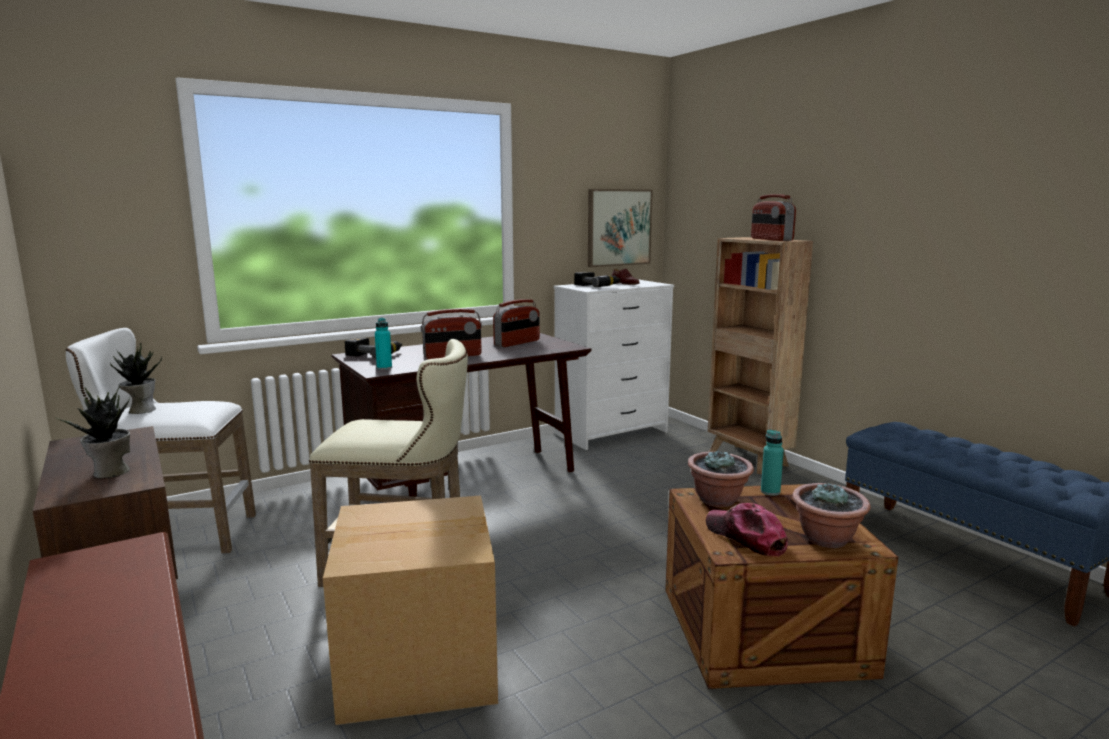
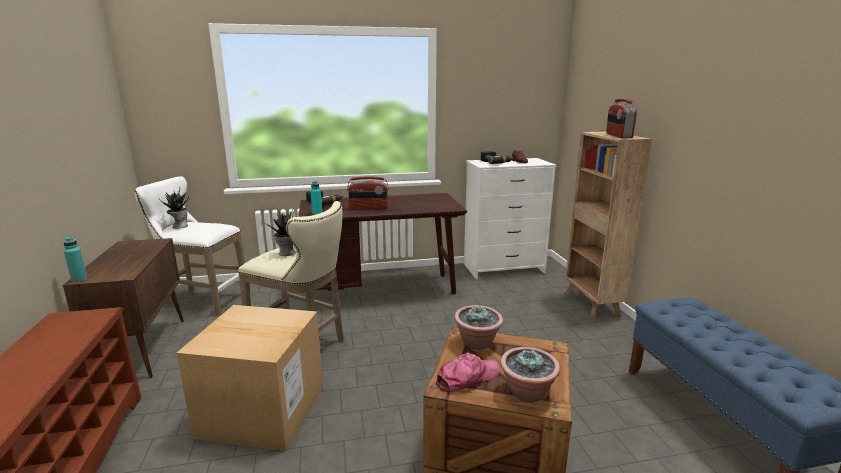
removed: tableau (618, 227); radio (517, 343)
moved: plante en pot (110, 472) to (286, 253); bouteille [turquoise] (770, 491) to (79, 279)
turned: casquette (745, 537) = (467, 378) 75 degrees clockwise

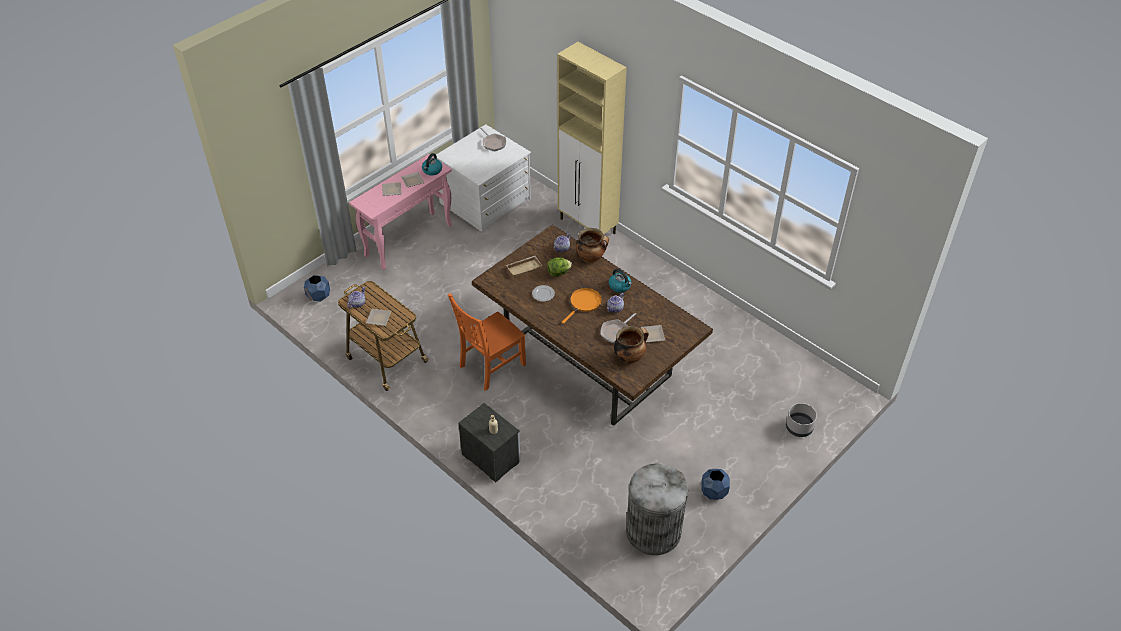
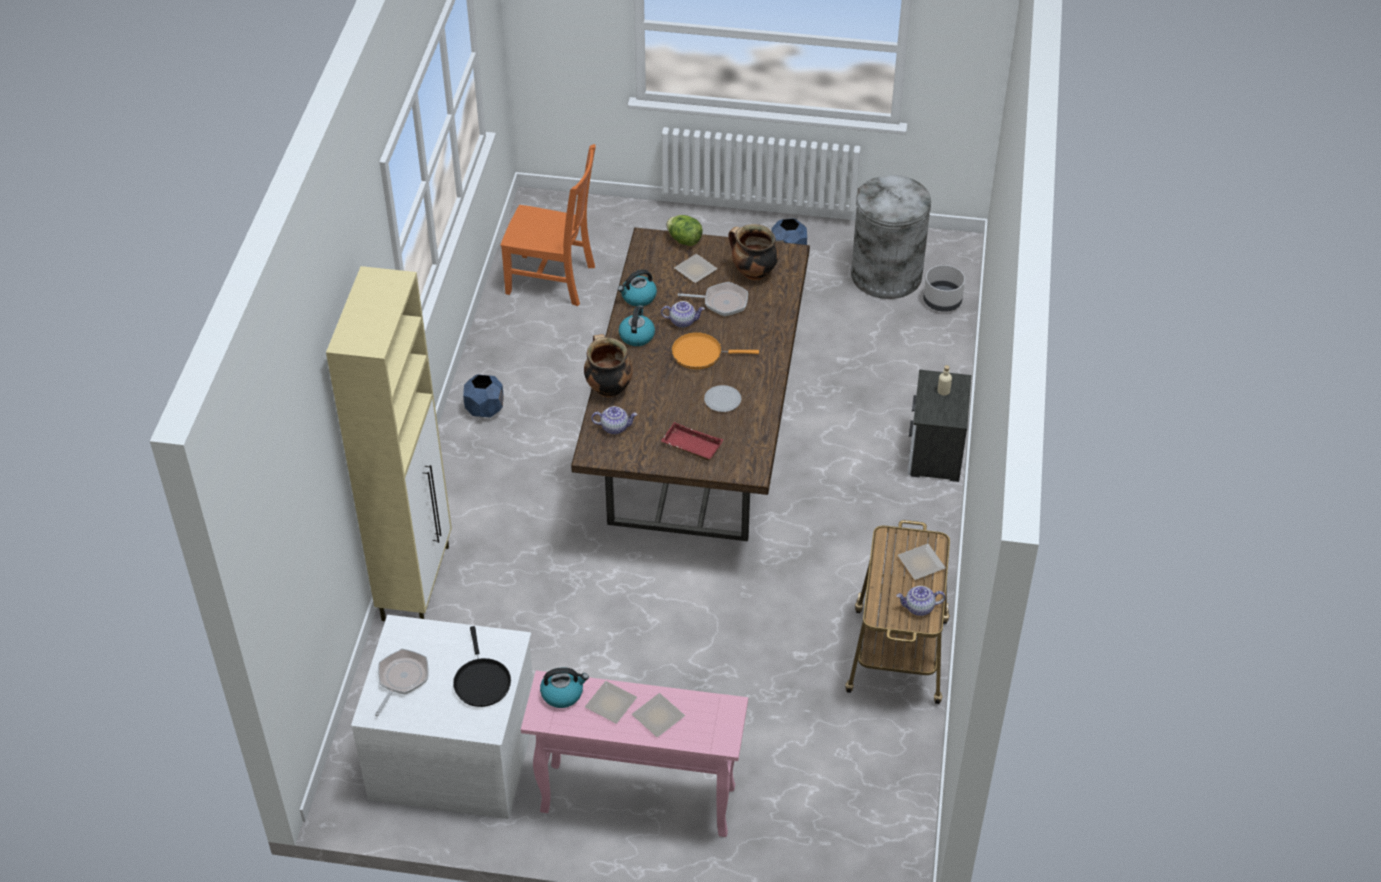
added: bouilloire (638, 297); poêle [noir] (481, 681)
moved: laitue (558, 273) to (684, 240); cache-pot [bleu] (319, 297) to (485, 409); chaise [orange] (490, 366) to (554, 280); cache-pot [gris] (799, 427) to (942, 301)
recoloured: plateau [beige] (524, 267) to plateau [rouge] (690, 446)

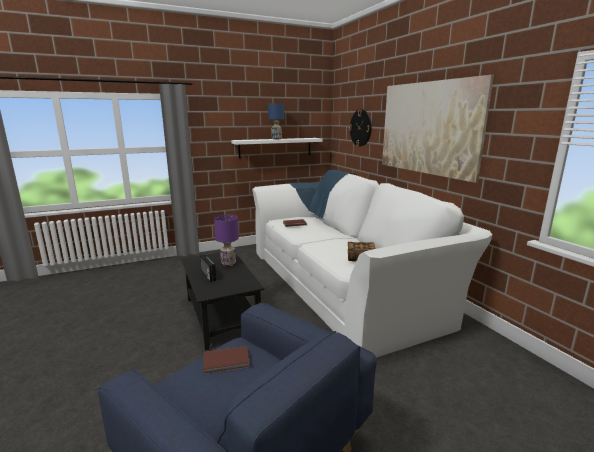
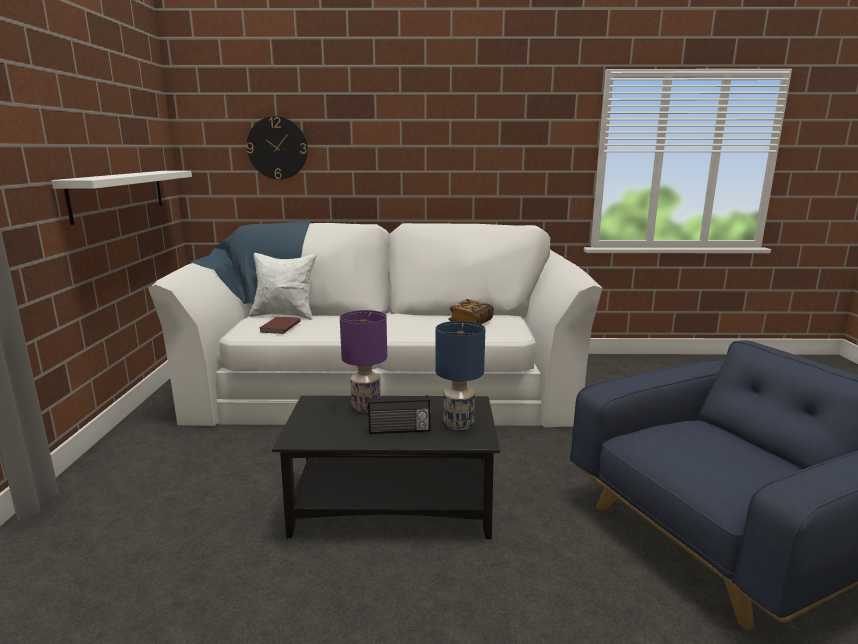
removed: tableau (428, 128); livre [marron] (227, 361)
added: coussin [blanc] (285, 315)
moved: lampe de table [bleu] (276, 139) to (458, 424)

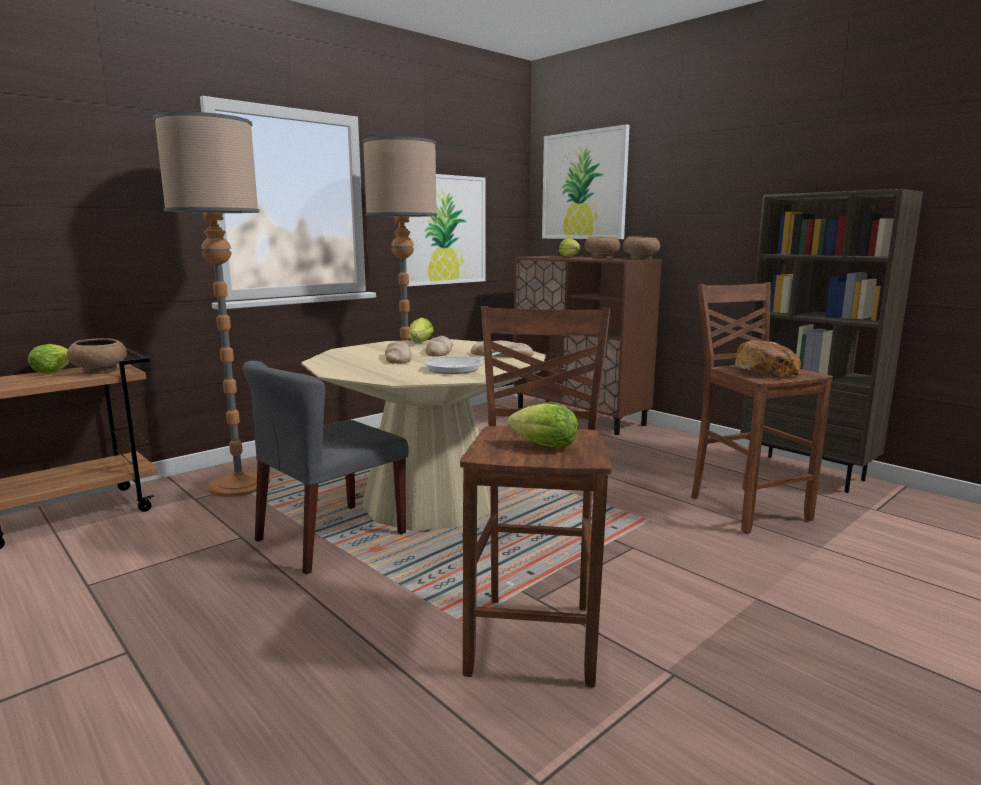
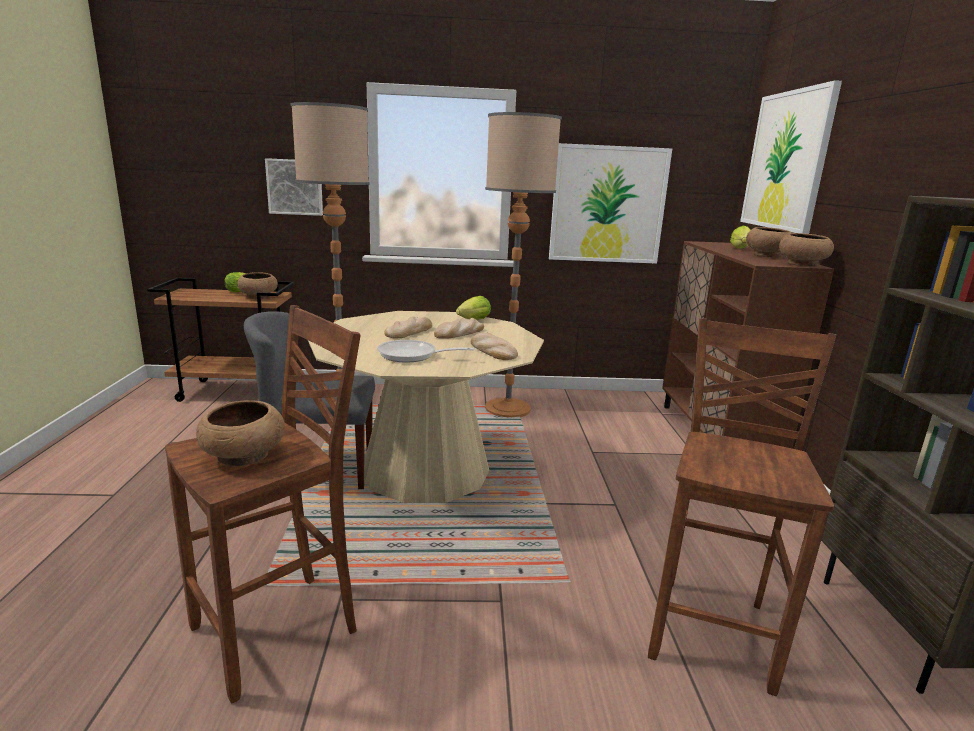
removed: pain (768, 372)
added: tableau (295, 187)
replaced: laitue (541, 445) to bol [marron] (243, 456)

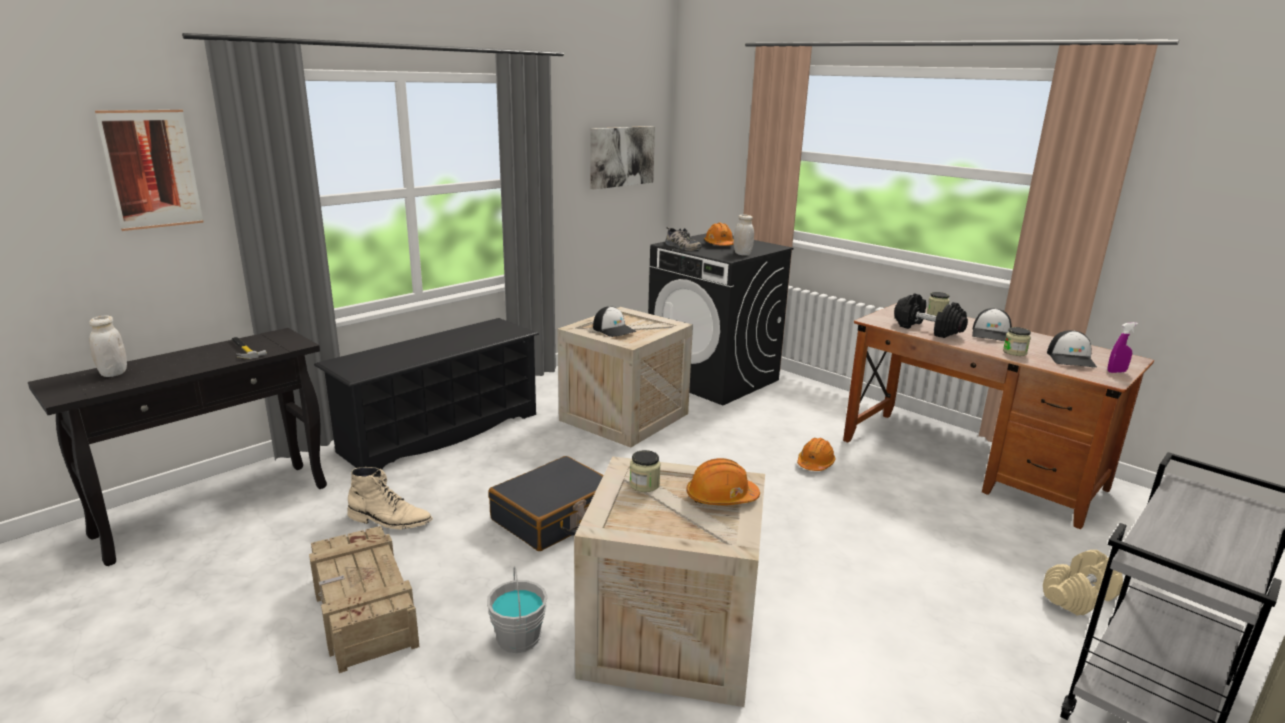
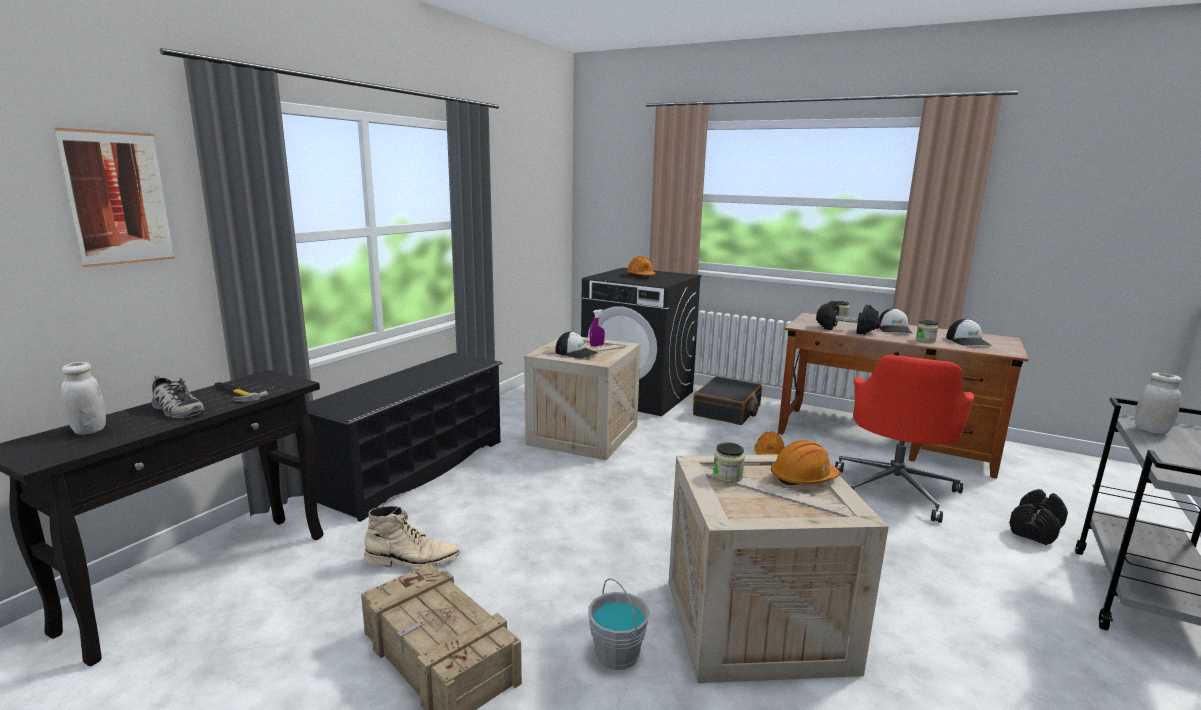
removed: tableau (621, 156)
added: chaise de bureau [rouge] (895, 489)
moved: bocal [blanc] (742, 254) to (1151, 430); chaussure (681, 247) to (175, 409); vaporisateur [violet] (1116, 372) to (597, 345); valise [noir] (554, 517) to (727, 411)
recoloured: haltère [beige] (1079, 597) to haltère [noir] (1035, 530)

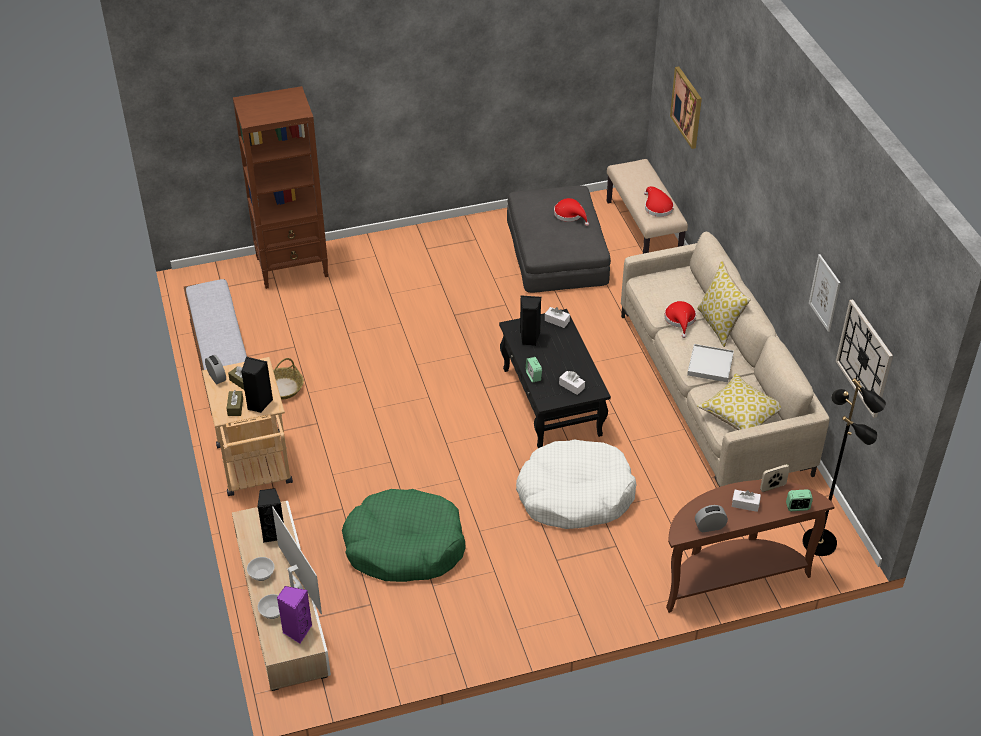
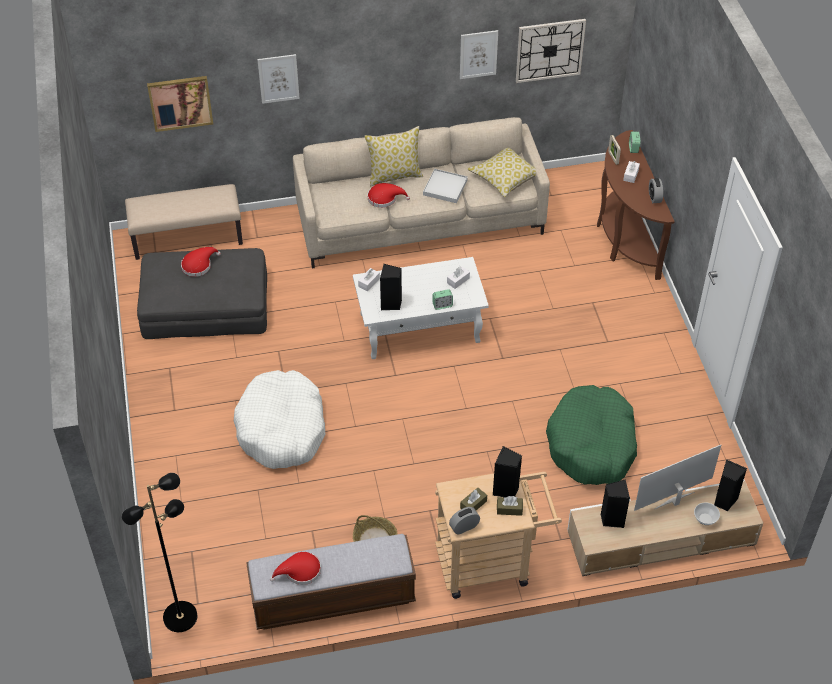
removed: bibliothèque [marron] (293, 267); bol (262, 575)
added: tableau (278, 78)
moved: chapeau [rouge] (657, 207) to (300, 571); lampadaire [noir] (820, 542) to (180, 616); panier pour chien [blanc] (574, 495) to (282, 429)
recoloured: table basse [noir] (552, 402) to table basse [blanc] (420, 328); enceinte [violet] (296, 630) to enceinte [noir] (724, 501)

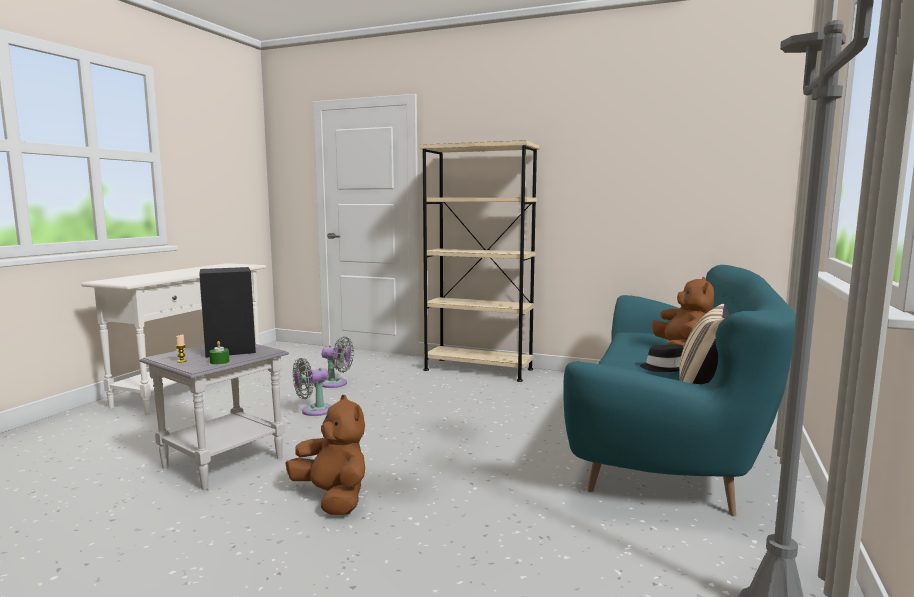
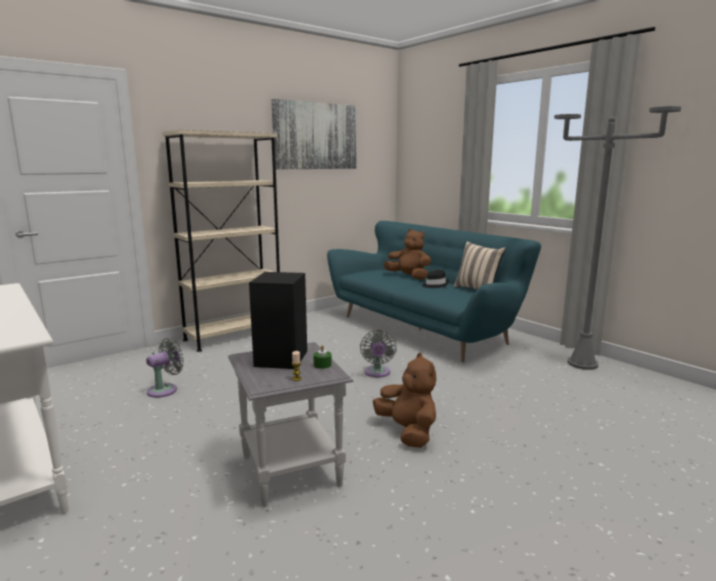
added: tableau (316, 136)
moved: ventilateur [gris] (313, 411) to (377, 373)
turned: peluche [marron] (333, 498) = (408, 432) 75 degrees clockwise

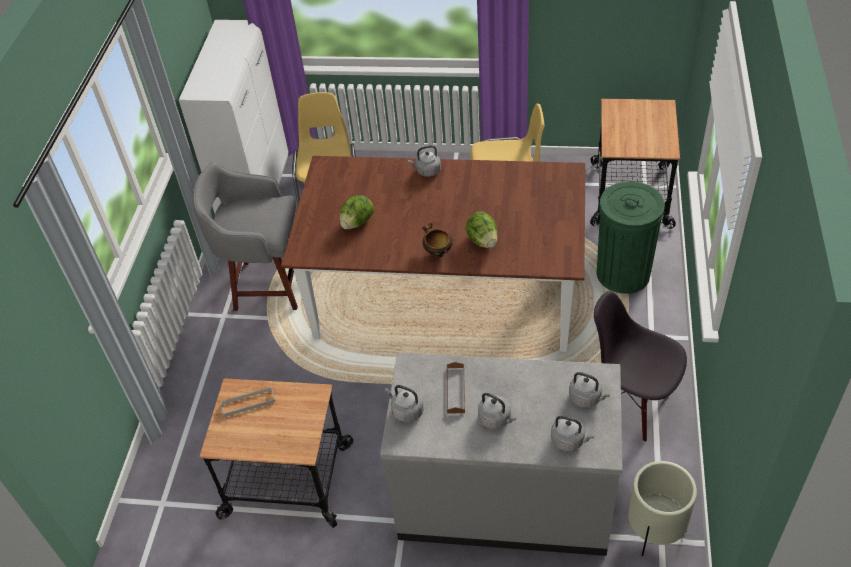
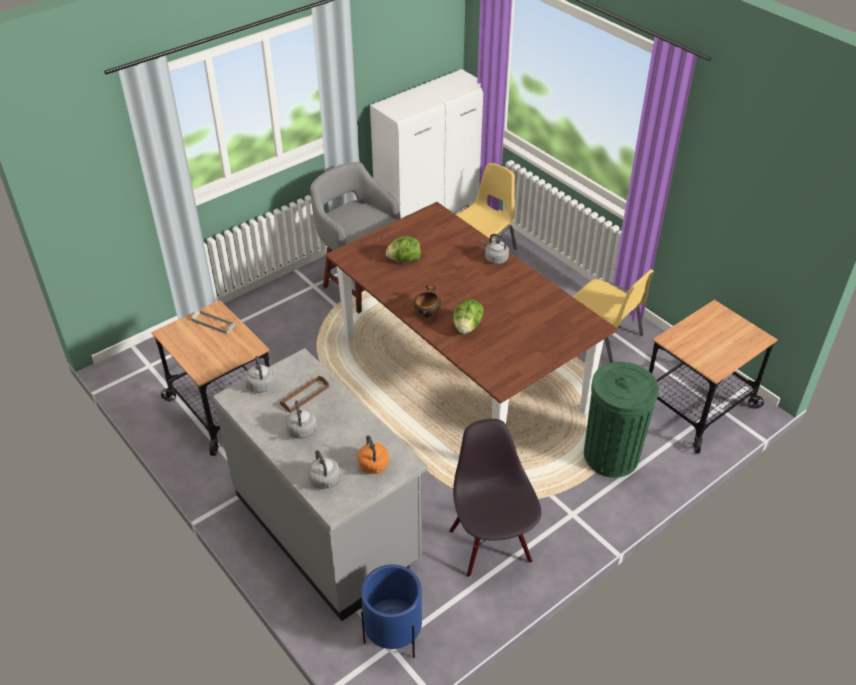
recoloured: bouilloire [gris] (586, 398) to bouilloire [orange] (374, 466); cache-pot [beige] (655, 531) to cache-pot [bleu] (393, 637)

